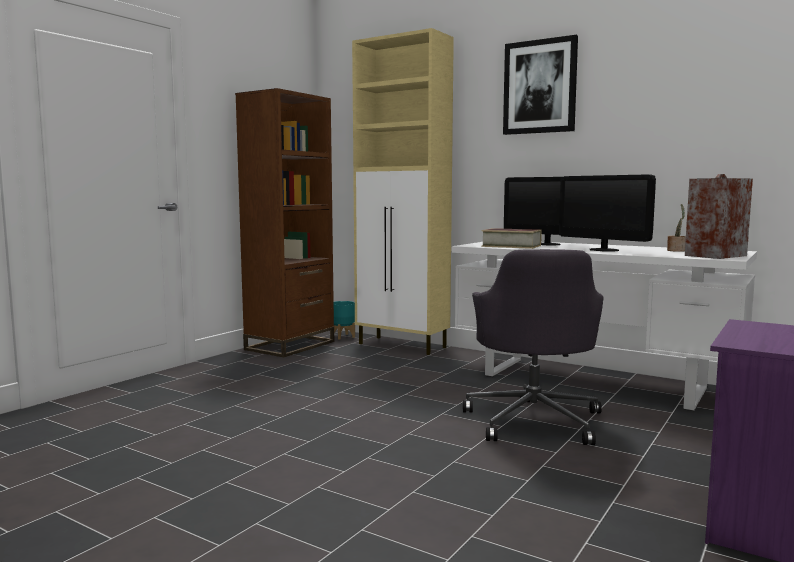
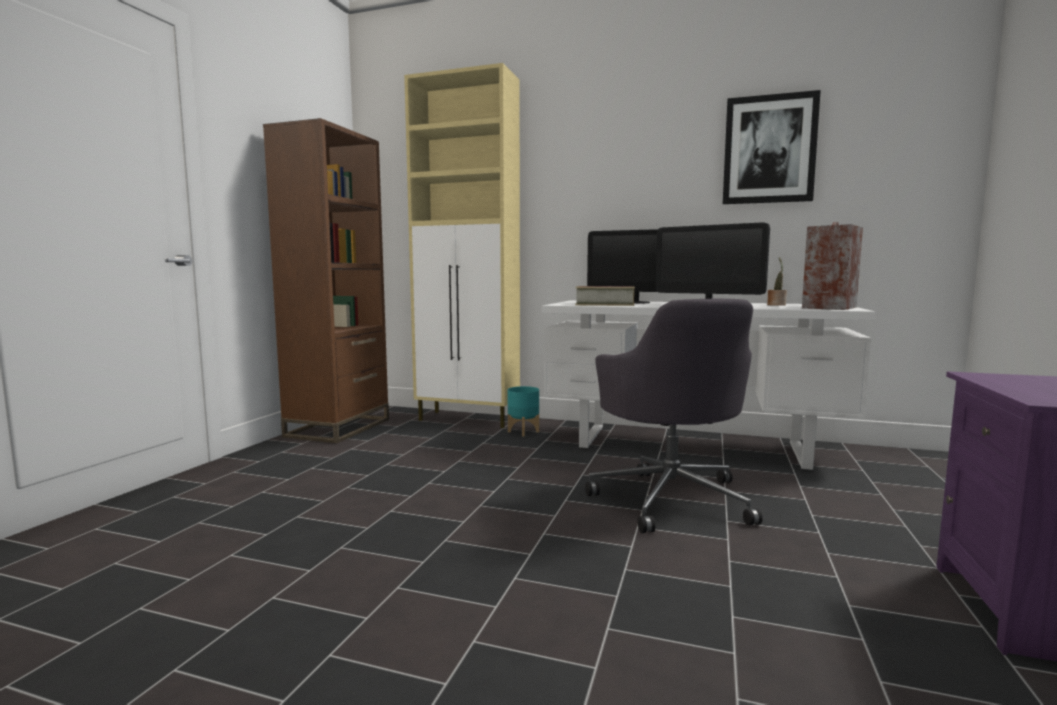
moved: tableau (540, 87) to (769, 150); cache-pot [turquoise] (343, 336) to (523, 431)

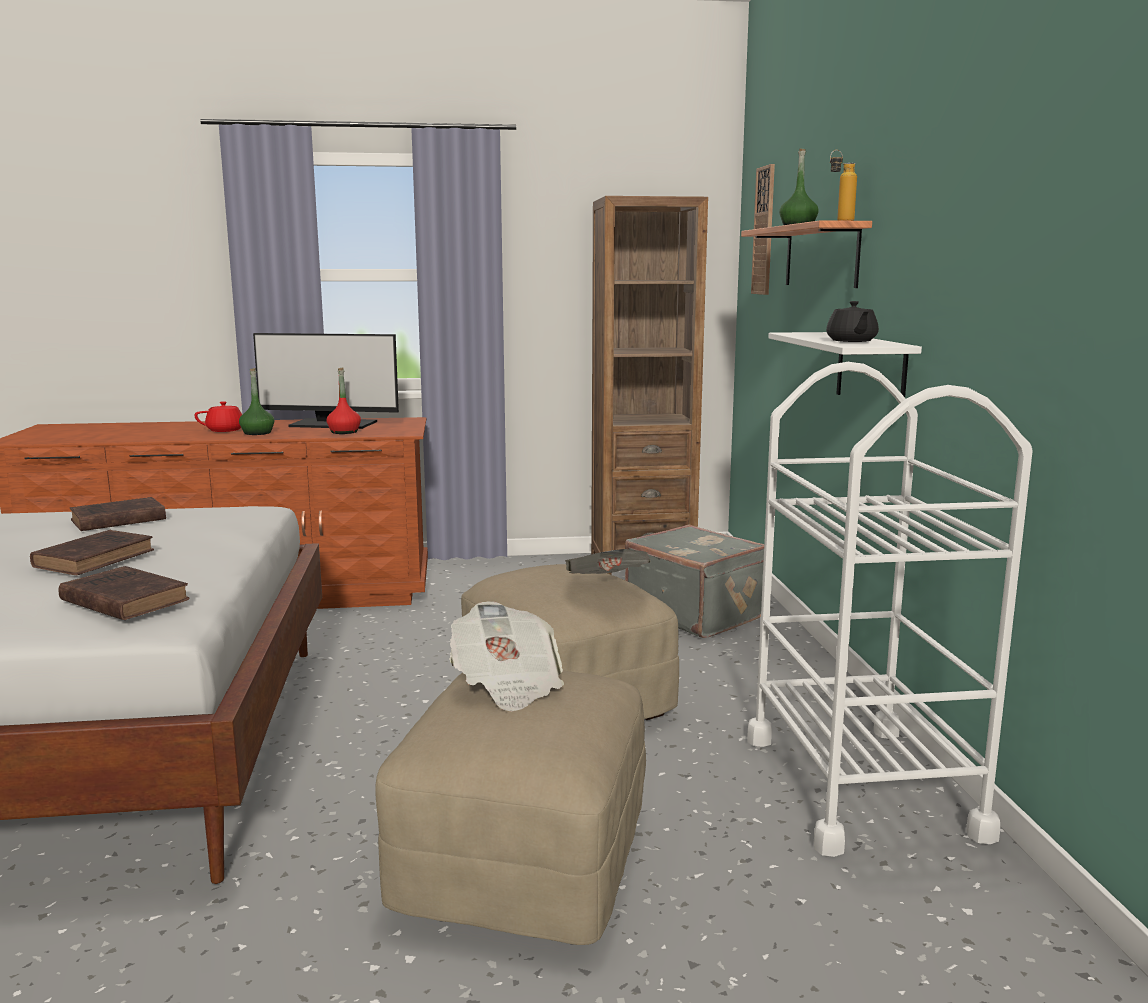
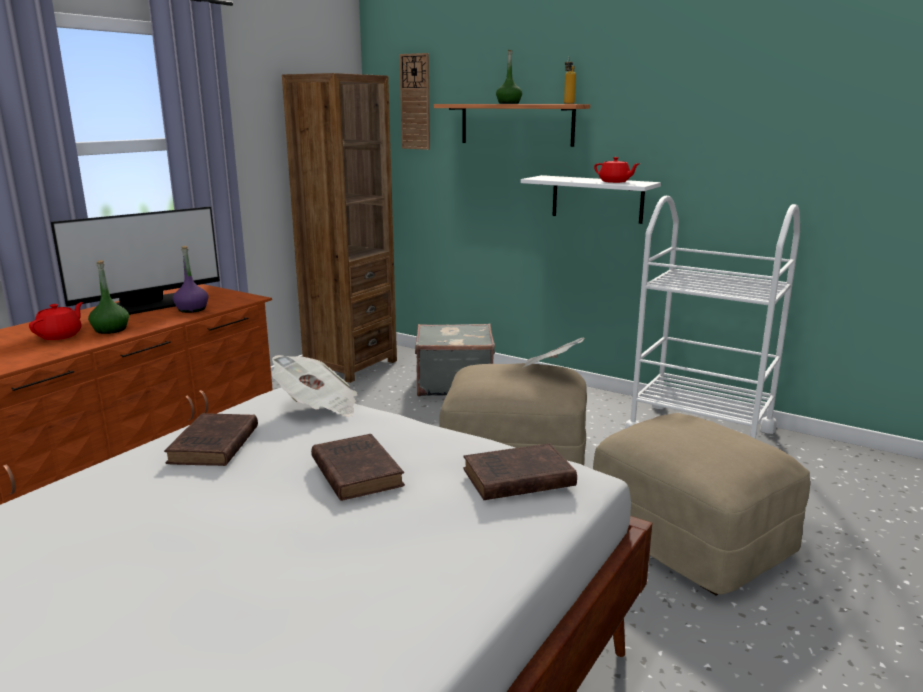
moved: journal (507, 685) to (318, 406)
recoloured: théière [noir] (851, 341) to théière [rouge] (615, 182); bouteille [rouge] (344, 432) to bouteille [violet] (192, 309)

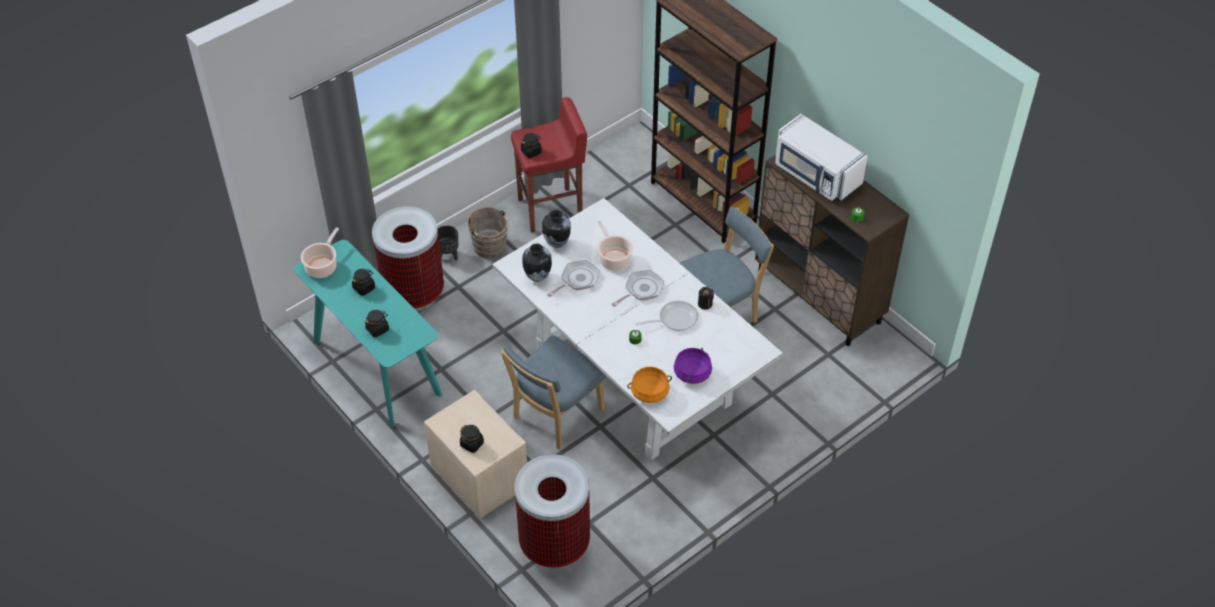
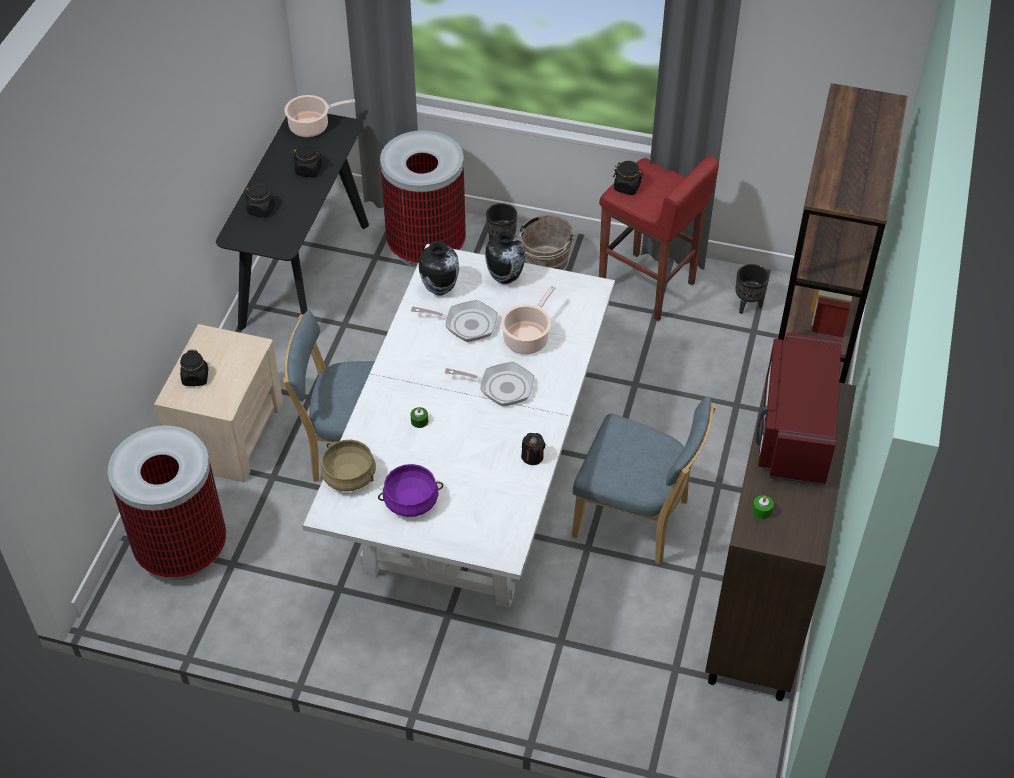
removed: poêle (674, 319)
added: cache-pot [noir] (748, 305)
recoloured: micro-ondes [blanc] (816, 175) to micro-ondes [rouge] (794, 430); table console [turquoise] (376, 367) to table console [noir] (304, 275); marmite [orange] (649, 392) to marmite [beige] (349, 476)

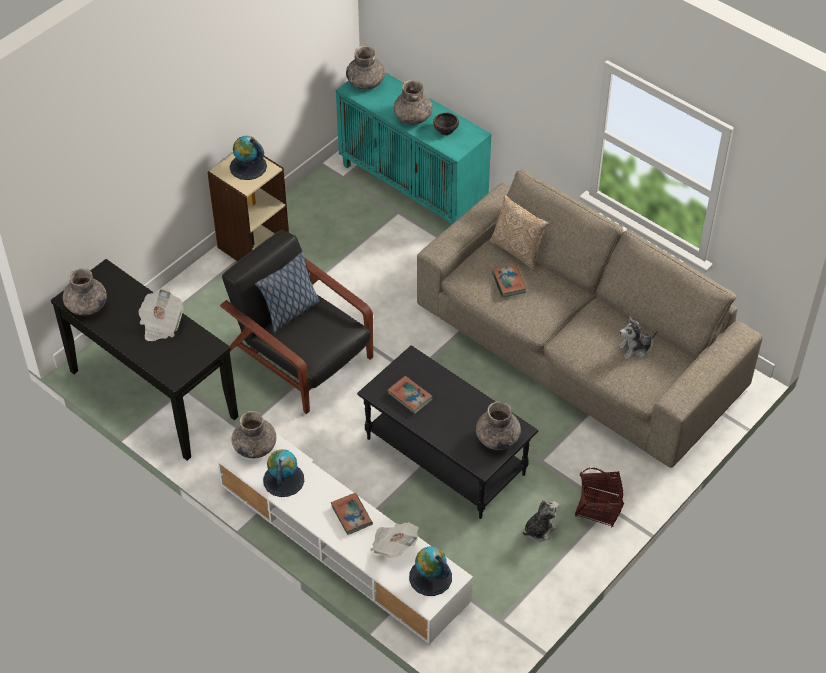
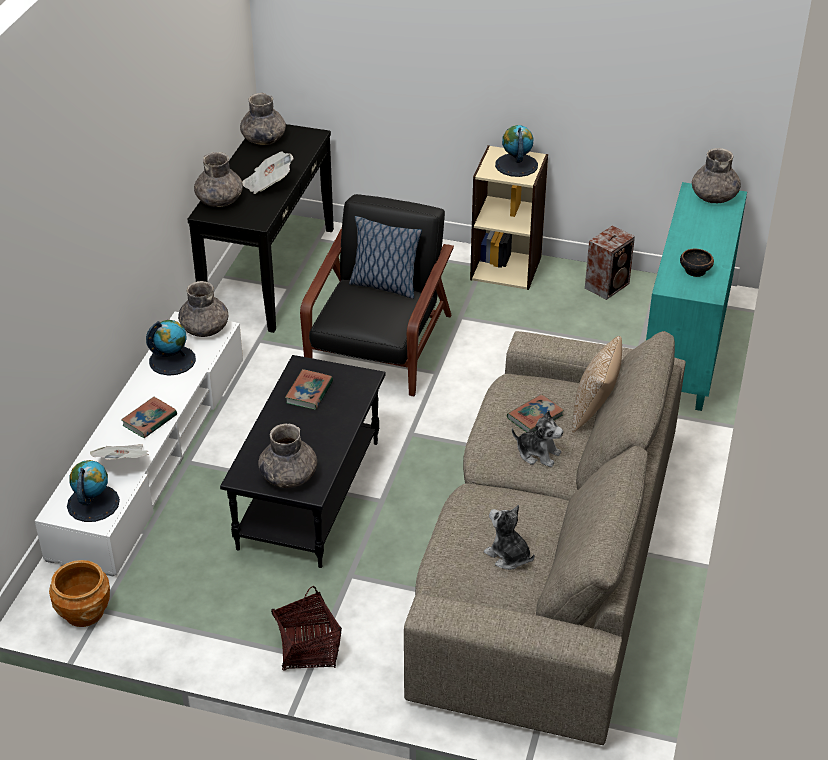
added: enceinte (608, 285); cache-pot [marron] (84, 612)
moved: vase [gris] (413, 117) to (220, 200); peluche (539, 529) to (538, 453)

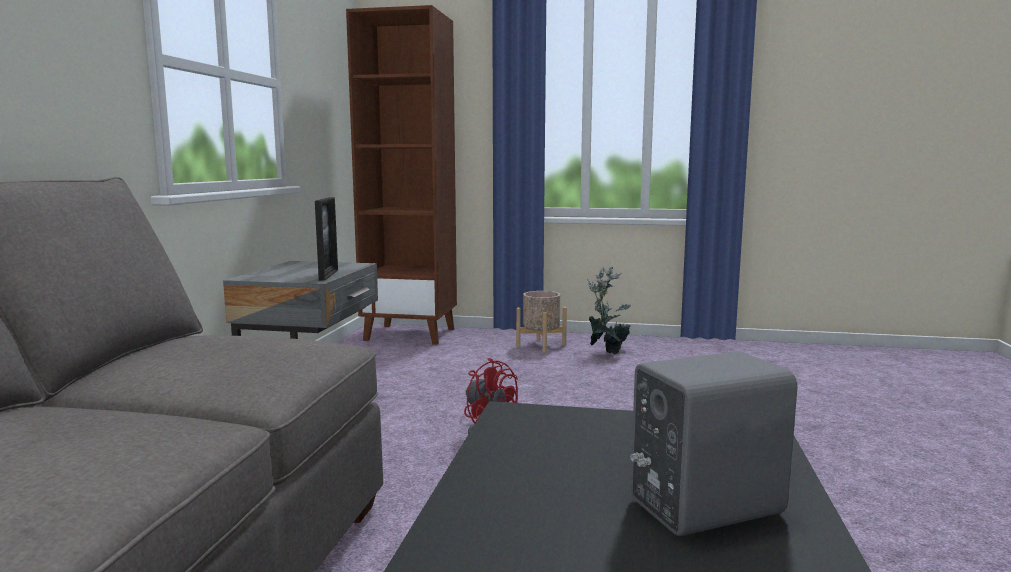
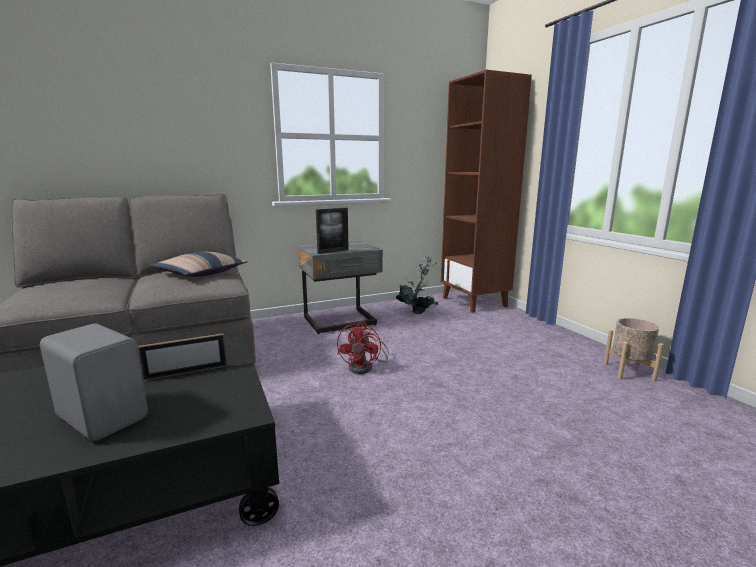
added: coussin (200, 273); cadre photo (186, 372)
moved: plante en pot (607, 352) to (417, 311); cache-pot [beige] (541, 345) to (628, 371)

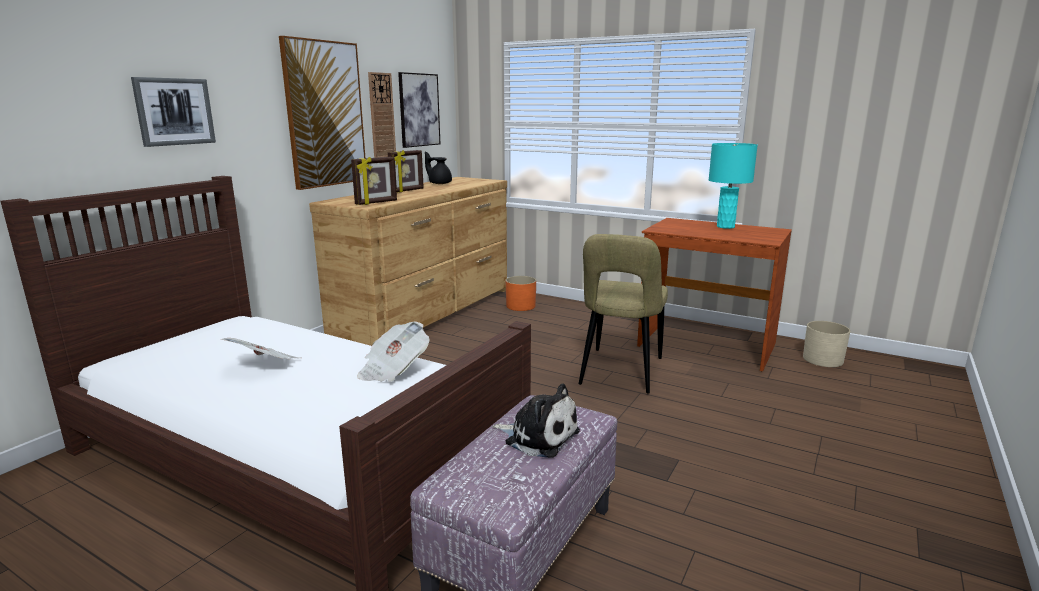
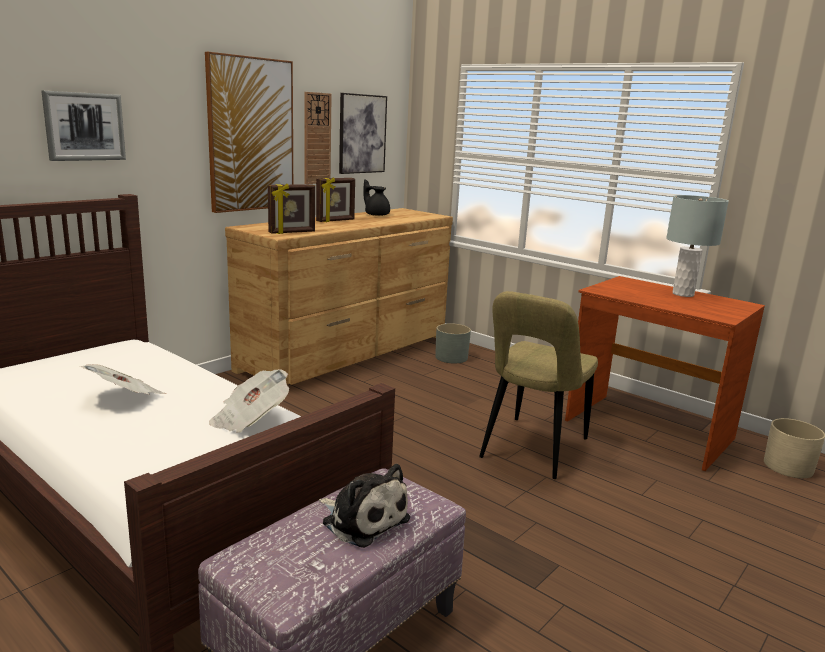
recoloured: lampe de table [turquoise] (725, 227) to lampe de table [gris] (683, 294); cache-pot [orange] (521, 306) to cache-pot [gris] (451, 357)

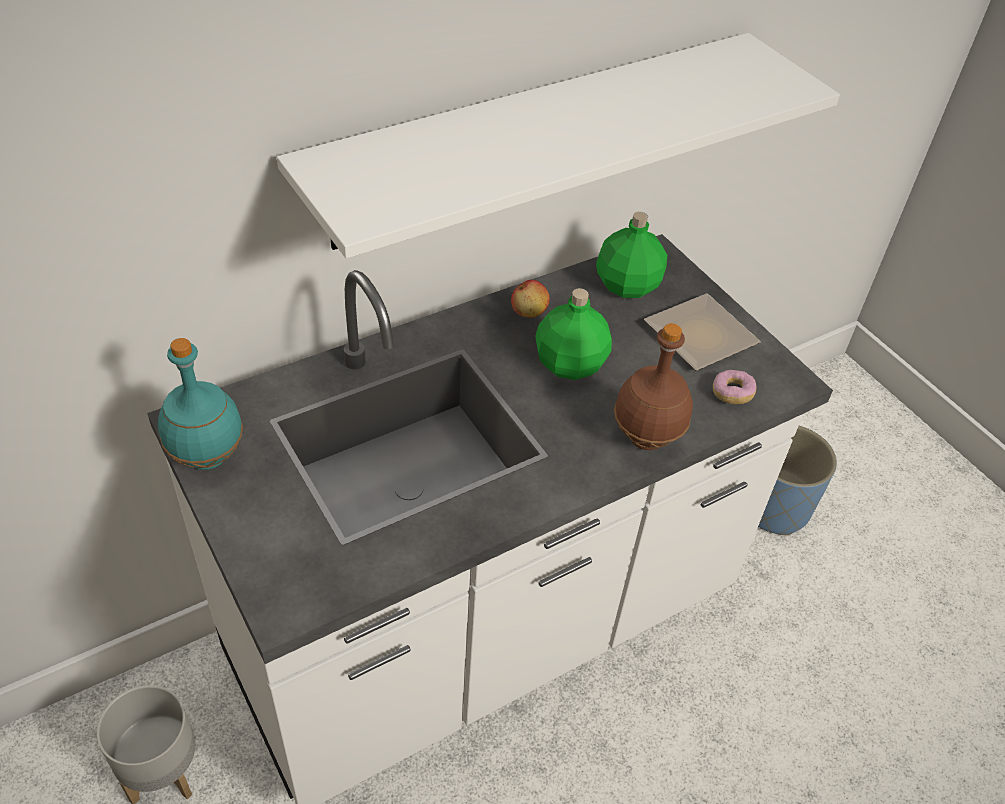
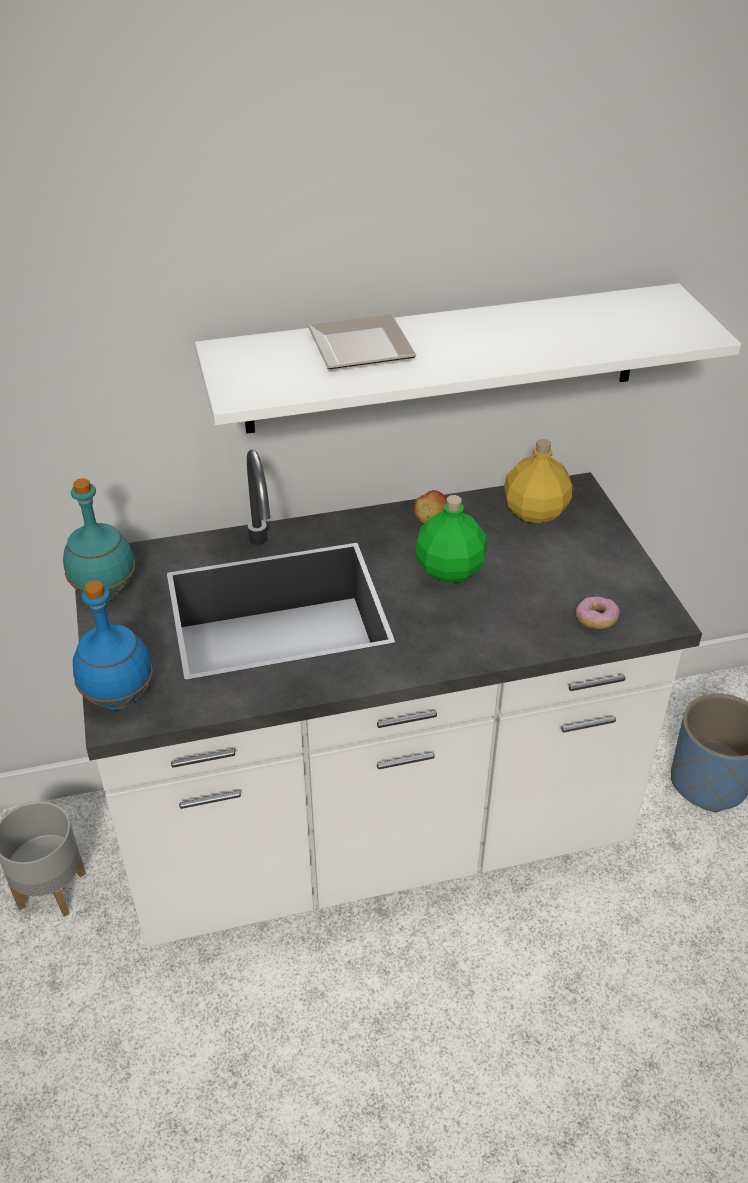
removed: bouteille [marron] (647, 438)
added: bouteille [bleu] (120, 697)
moved: assiette (704, 337) to (364, 349)
recoloured: bouteille [vert] (626, 285) to bouteille [jaune] (534, 511)

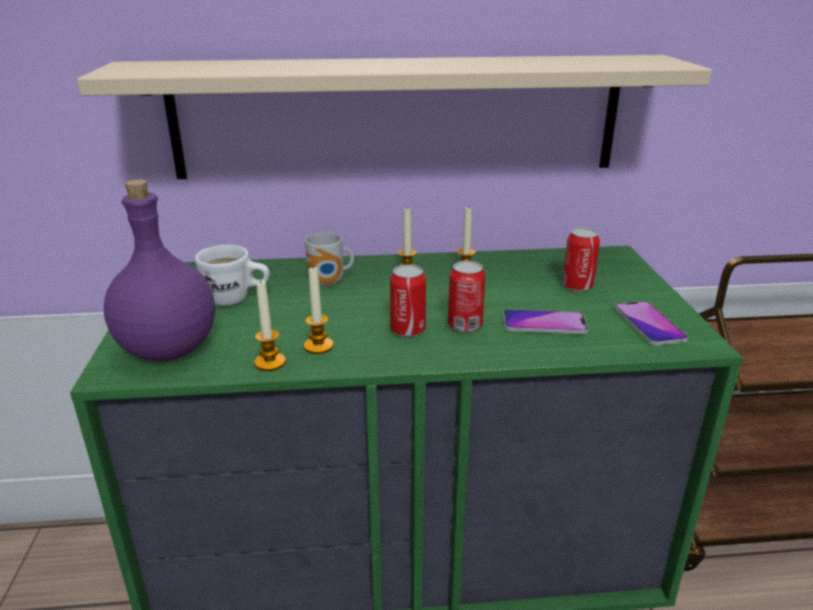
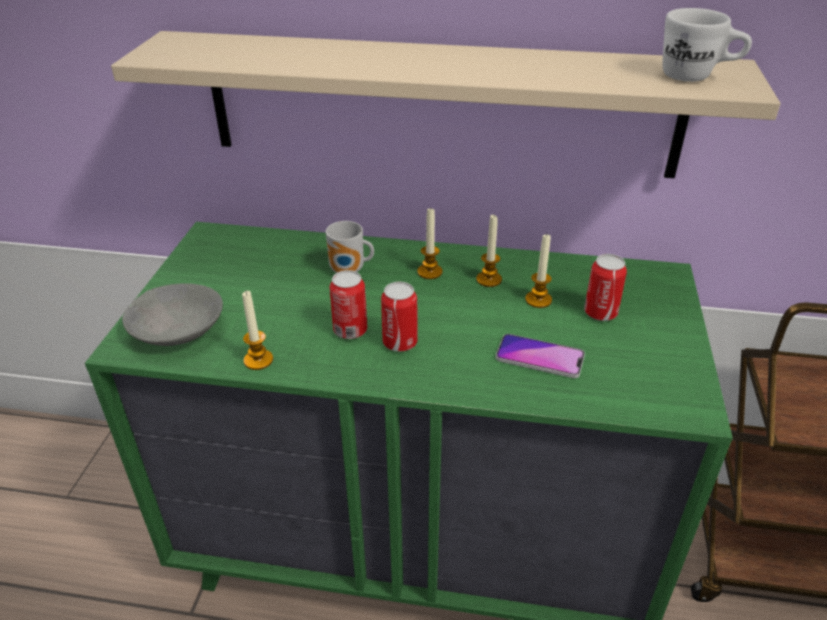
removed: téléphone (649, 324)
moved: mug [blanc] (237, 299) to (697, 77); boîte métallique (465, 325) to (350, 330); bougie (318, 346) to (538, 300)
replaced: bouteille [violet] (167, 349) to bol [gris] (177, 329)

